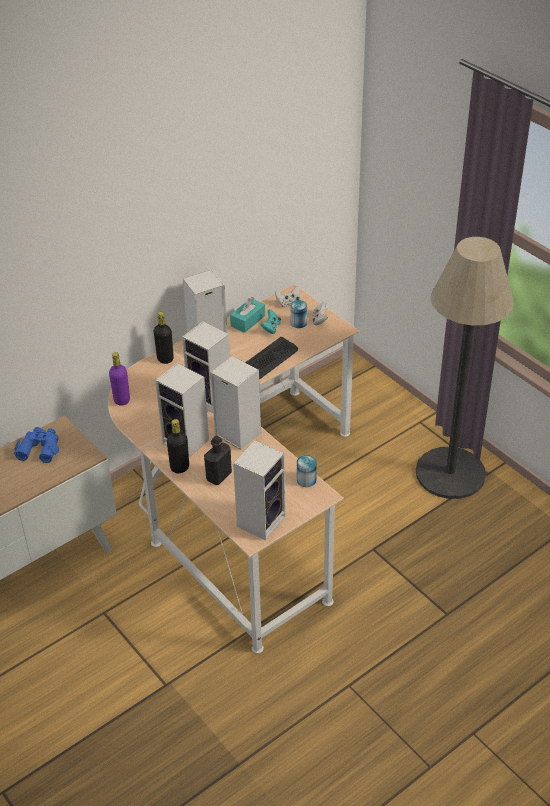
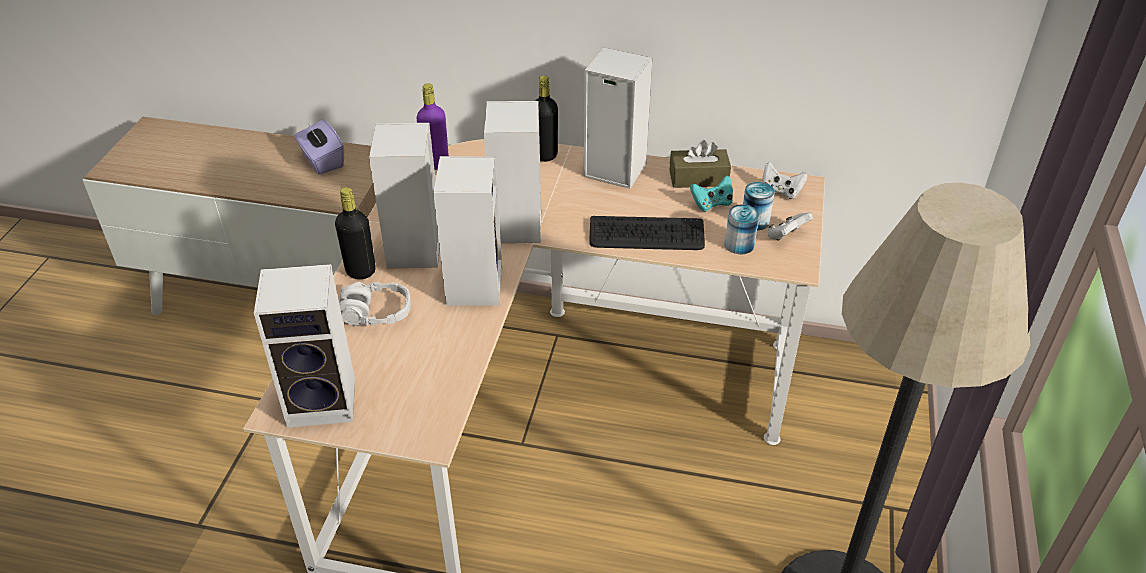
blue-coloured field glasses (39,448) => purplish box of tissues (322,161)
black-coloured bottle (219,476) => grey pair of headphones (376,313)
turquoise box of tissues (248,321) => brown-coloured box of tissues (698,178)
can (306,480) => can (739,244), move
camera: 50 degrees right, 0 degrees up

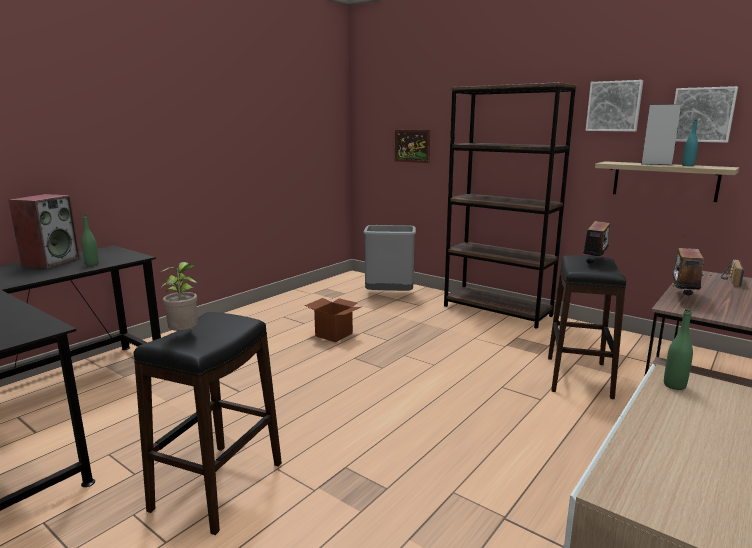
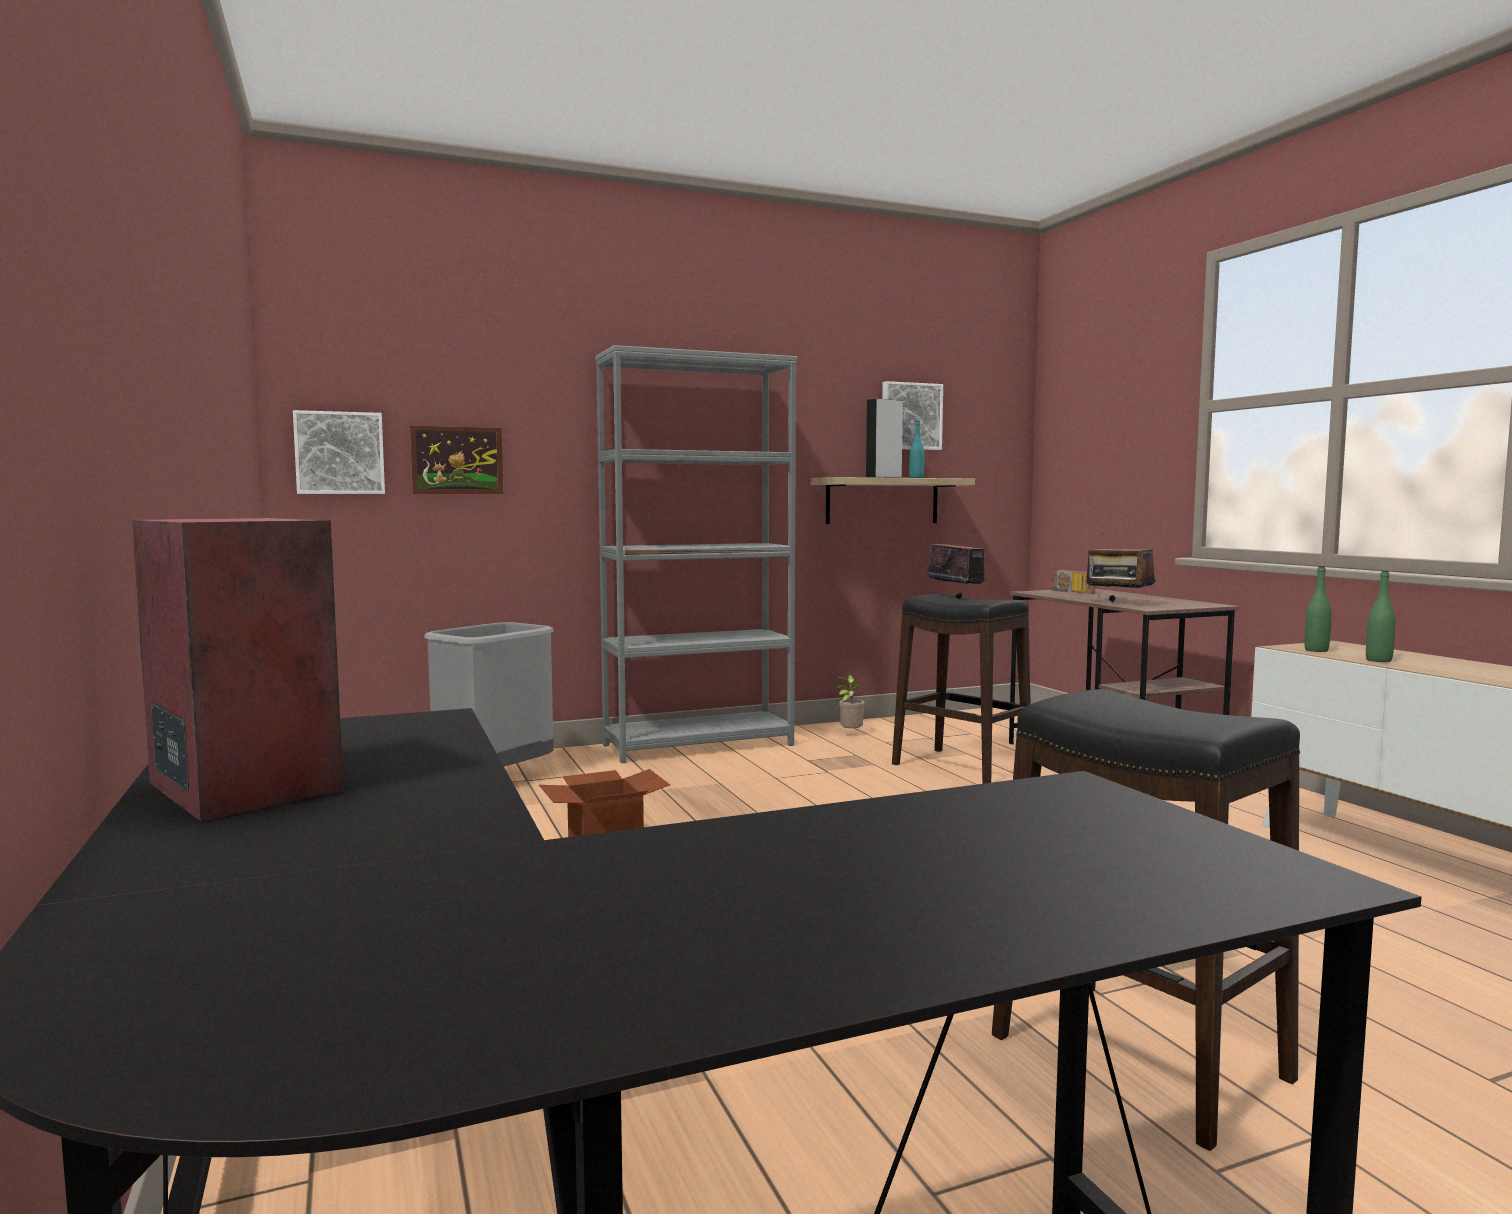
wall art (614,106) => wall art (339,453), move
brown-coloured bookshelf (497,311) => grey bookshelf (699,745)
potted plant (185,335) => potted plant (850,734), move
greenish bottle (92,264) => greenish bottle (1378,660), move
camera: 60 degrees left, 10 degrees down

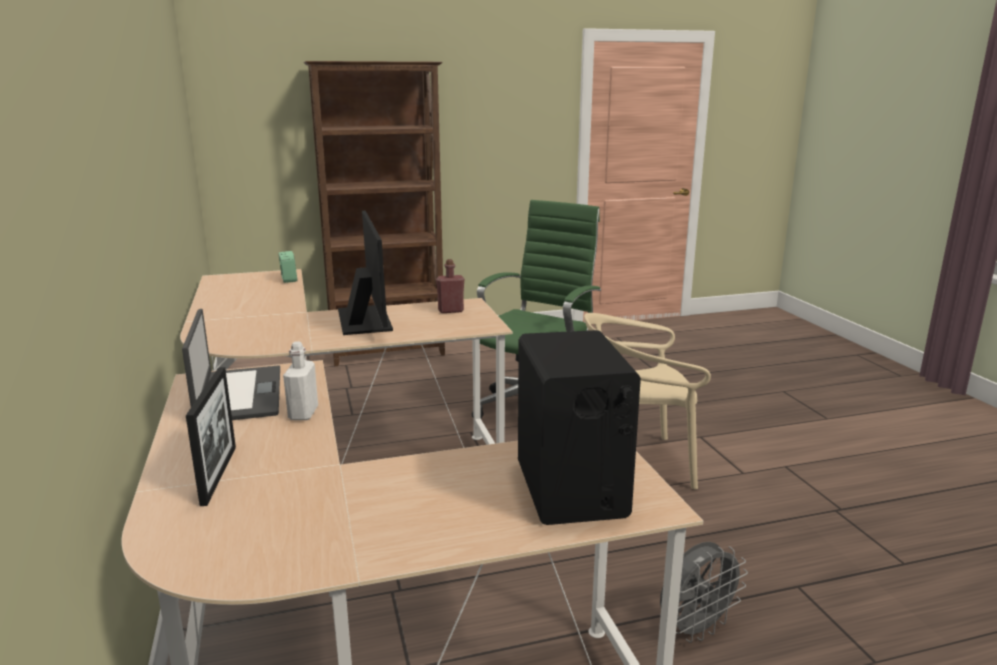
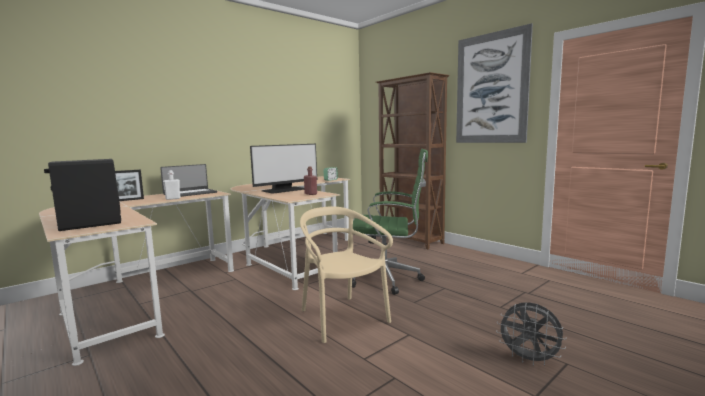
nothing => wall art (491,88)
grey electric fan (695,628) => grey electric fan (529,360), move
camera: 65 degrees right, 10 degrees down

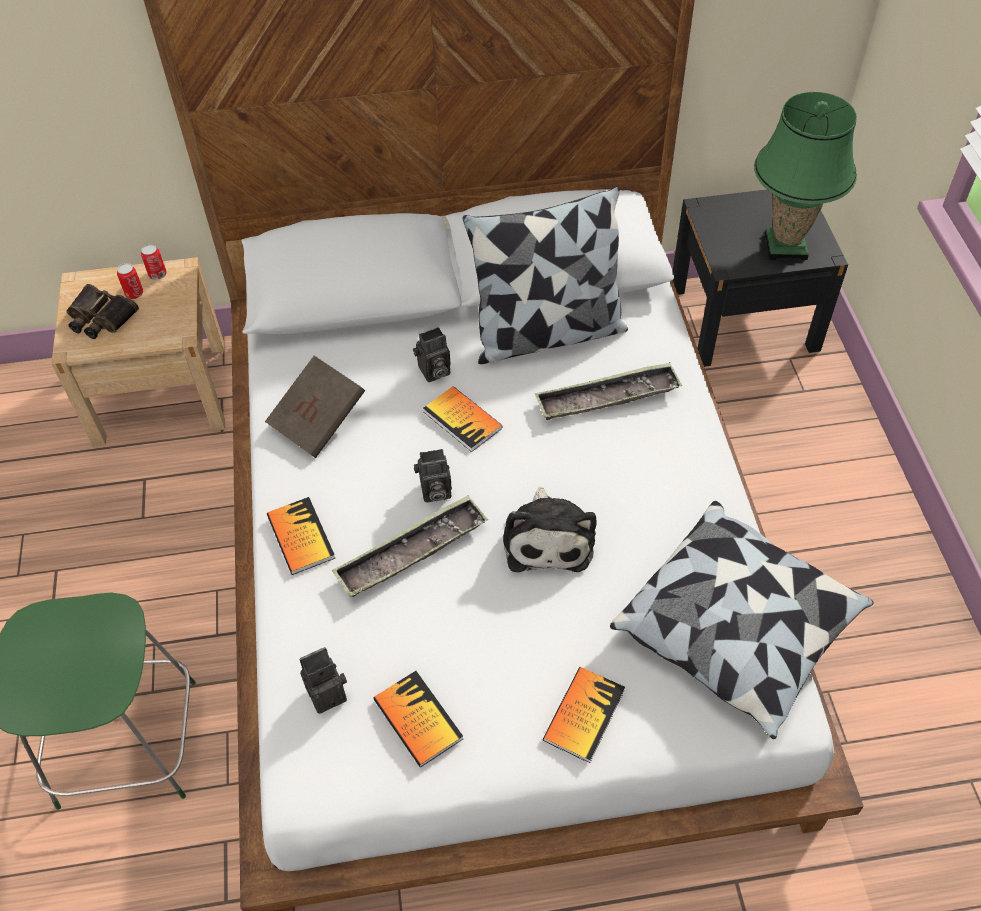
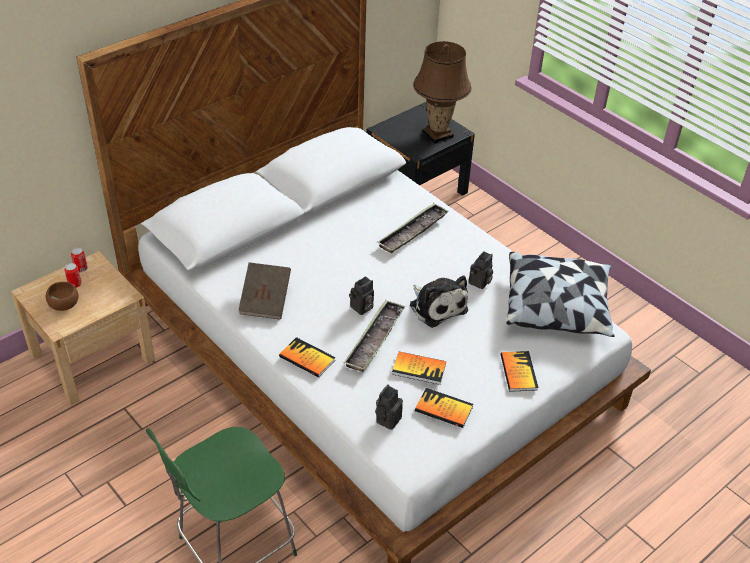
field glasses (100,318) => brown-coloured deep dish (63,305)
book (462,420) => book (419,369), move
greenish table lamp (786,246) => brown-coloured table lamp (438,134)
still camera (433,372) => still camera (480,283), move
pillow (547,333) => nothing
camera: 35 degrees left, 10 degrees down

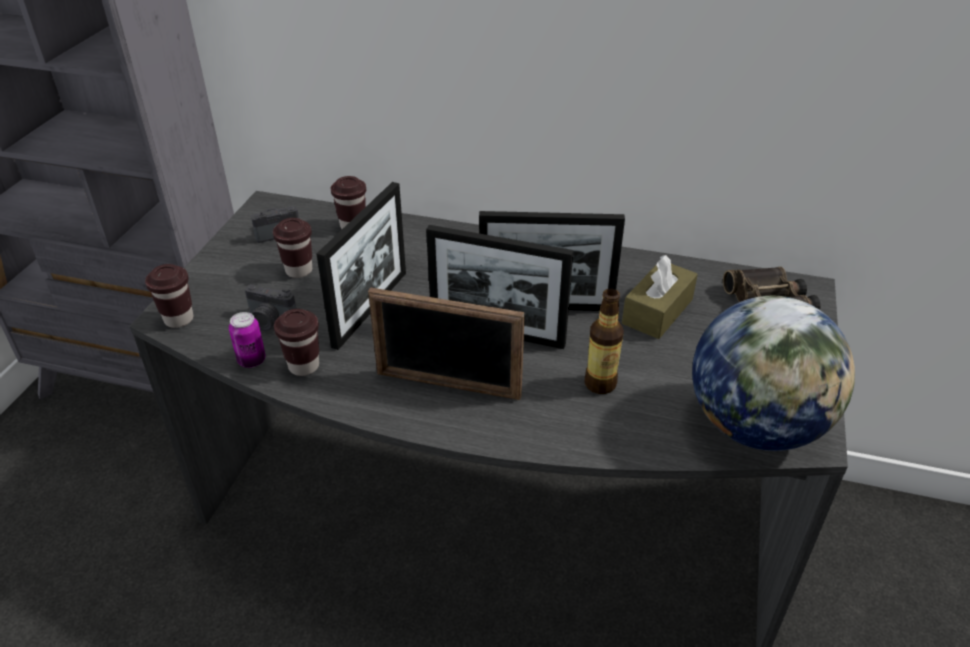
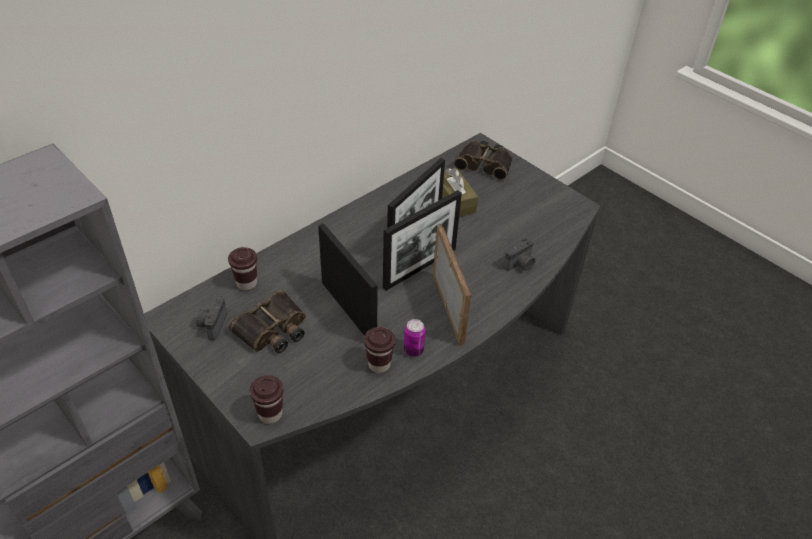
brown-coloured drinking cup (299,270) => field glasses (273,330)
can (252,360) => can (413,350), move
picture frame (448,385) => picture frame (448,308), 60 degrees counterclockwise
still camera (270,321) => still camera (520,264), move
bottle (600,384) => nothing
world globe (755,426) => nothing
camera: 60 degrees left, 5 degrees up

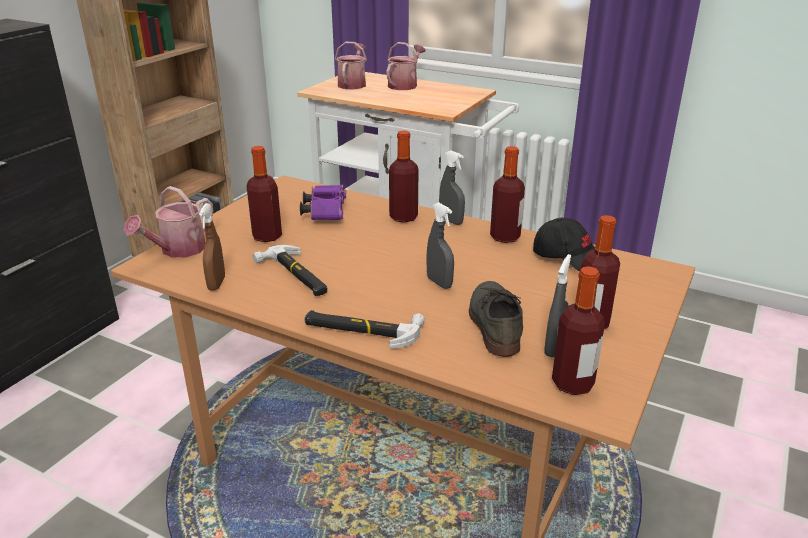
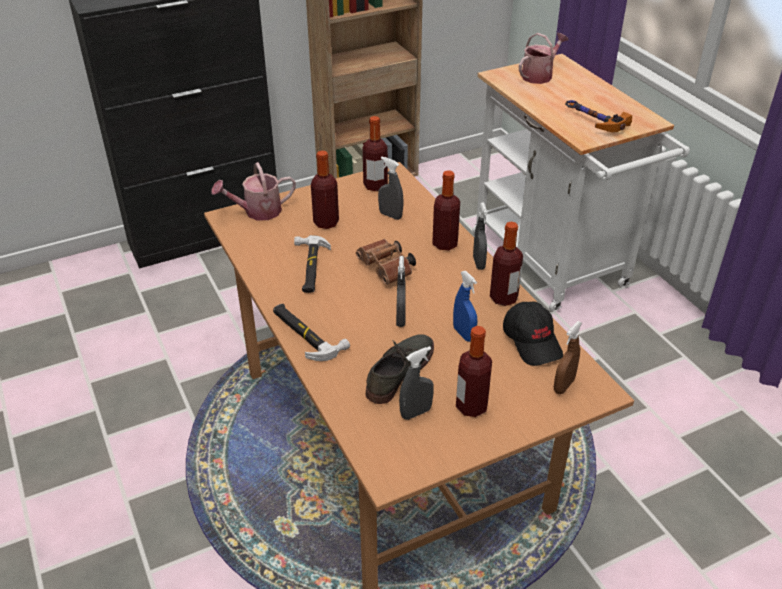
nothing => brown-coloured field glasses (387,270)
bottle (572,383) => bottle (375,186), move
purplish field glasses (326,213) => grey sprayer (390,215)
nothing => blue-coloured sprayer (464,334)
brown-coloured sprayer (216,284) => brown-coloured sprayer (563,386), move
nothing => hand hammer (591,122)
watering can (404,85) => nothing
camera: 35 degrees right, 10 degrees up

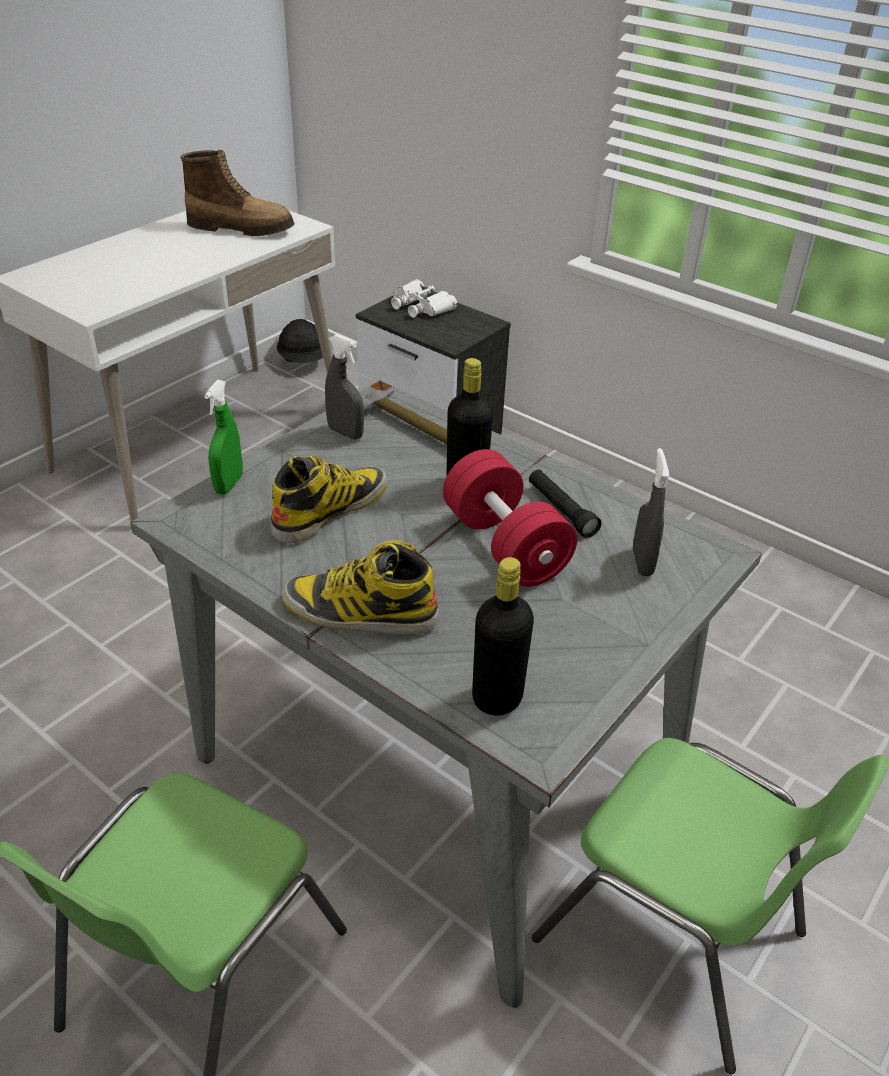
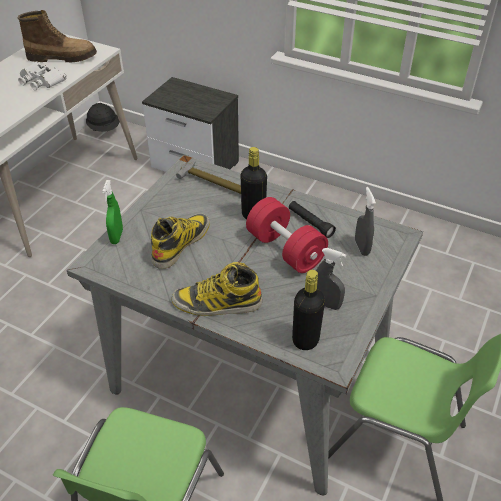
white-coloured field glasses (421,306) => white-coloured field glasses (41,81), move
grey sprayer (345,433) => grey sprayer (326,304), move
camera: 10 degrees left, 5 degrees up

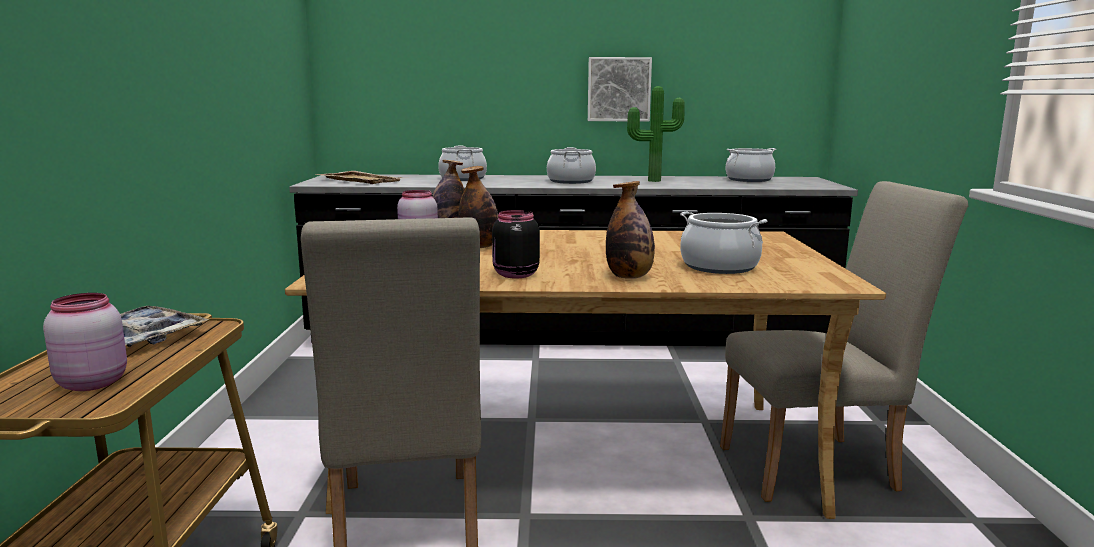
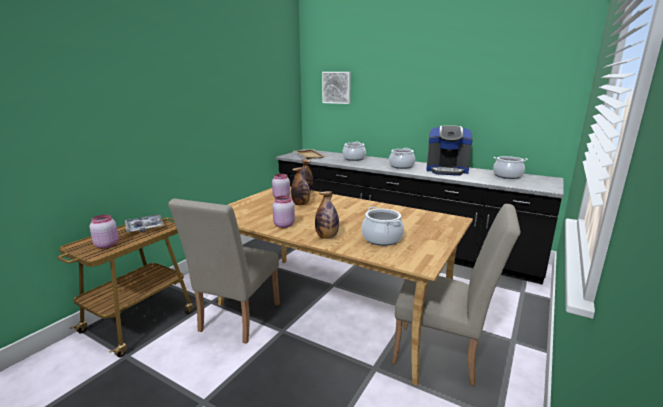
black-coloured preserve jar (514,275) => pink-coloured preserve jar (283,225)
wall art (619,89) => wall art (337,87), move
potted plant (653,180) => coffee machine (447,170)
camera: 30 degrees right, 5 degrees up

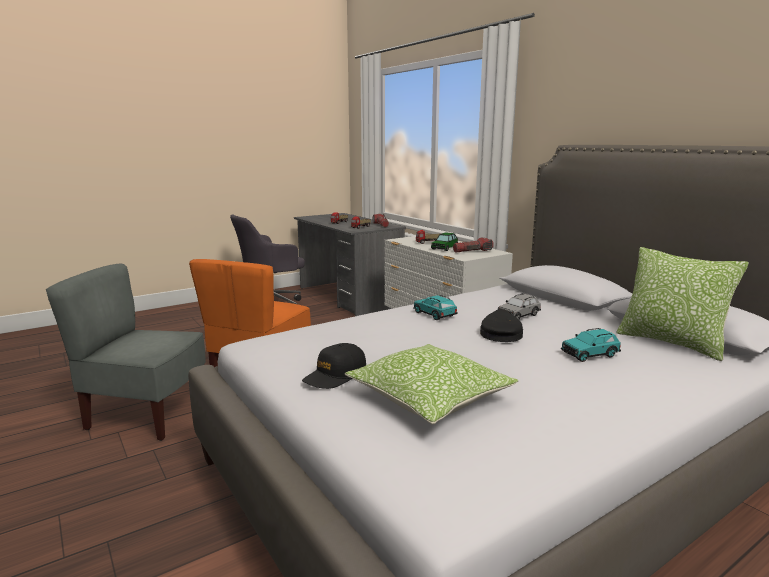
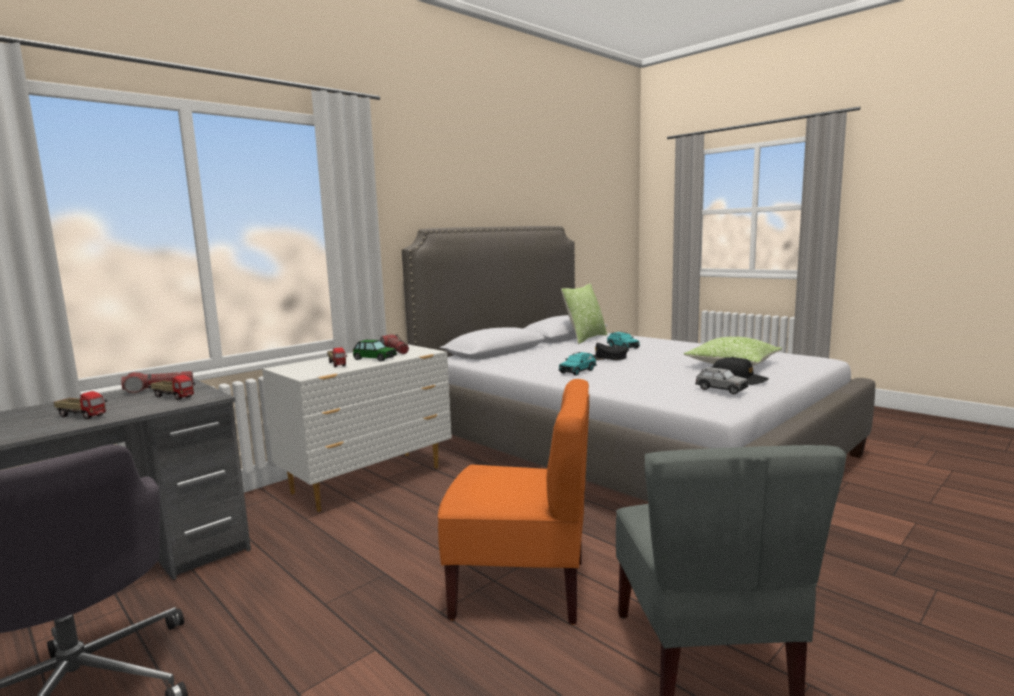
grey miniature car (518,315) => grey miniature car (721,389), move
camera: 100 degrees left, 5 degrees down

